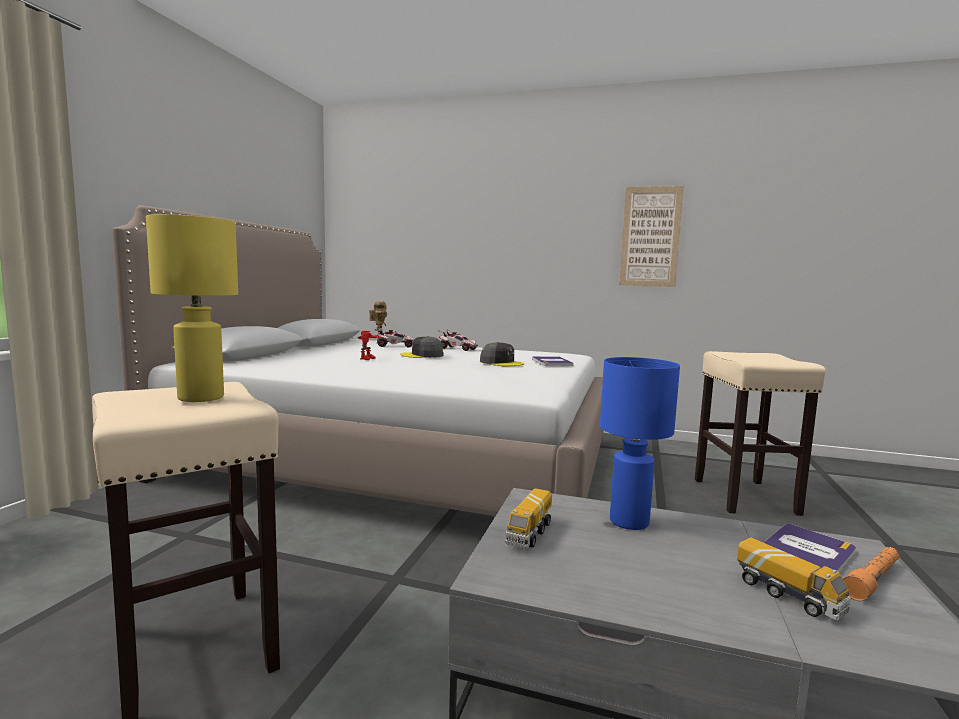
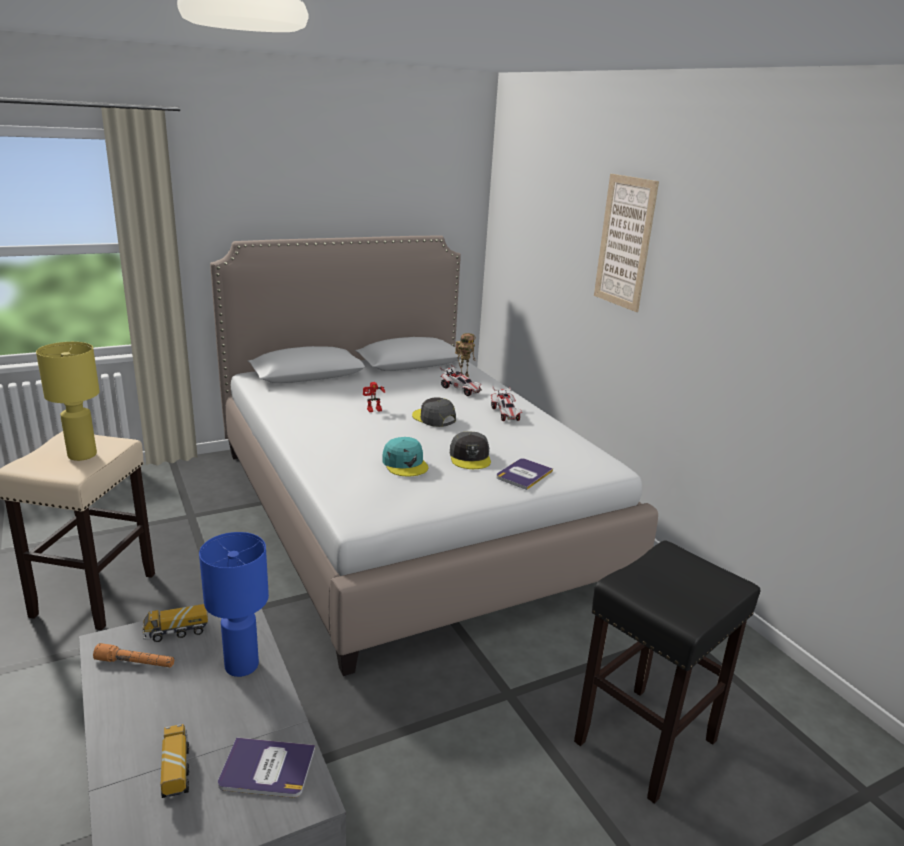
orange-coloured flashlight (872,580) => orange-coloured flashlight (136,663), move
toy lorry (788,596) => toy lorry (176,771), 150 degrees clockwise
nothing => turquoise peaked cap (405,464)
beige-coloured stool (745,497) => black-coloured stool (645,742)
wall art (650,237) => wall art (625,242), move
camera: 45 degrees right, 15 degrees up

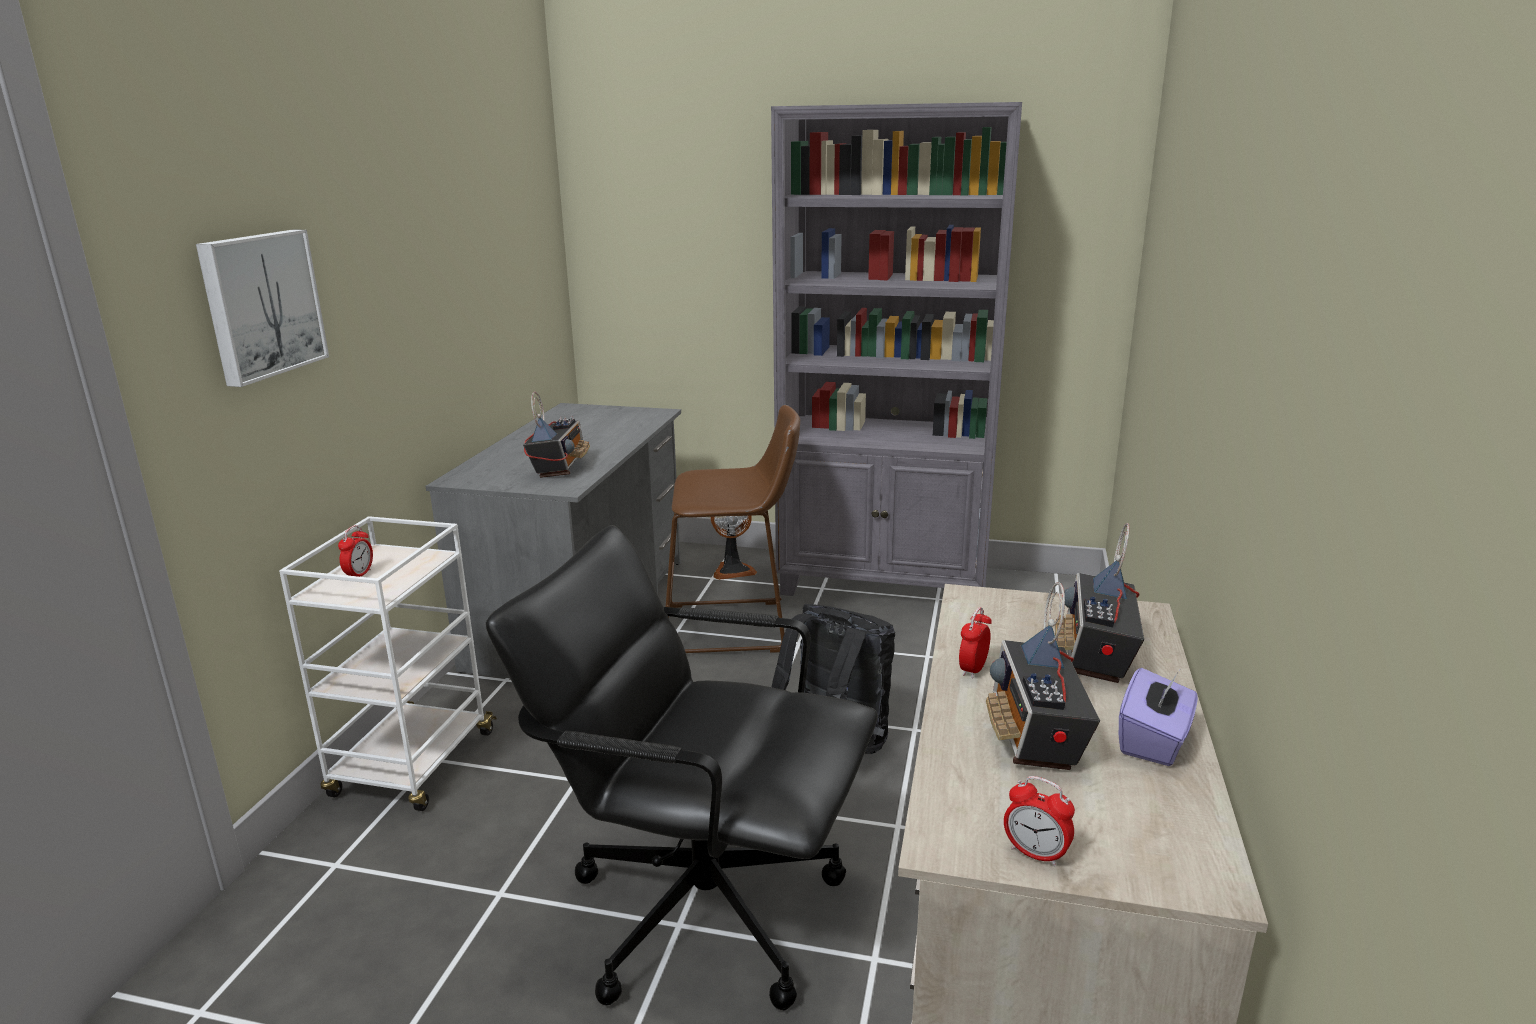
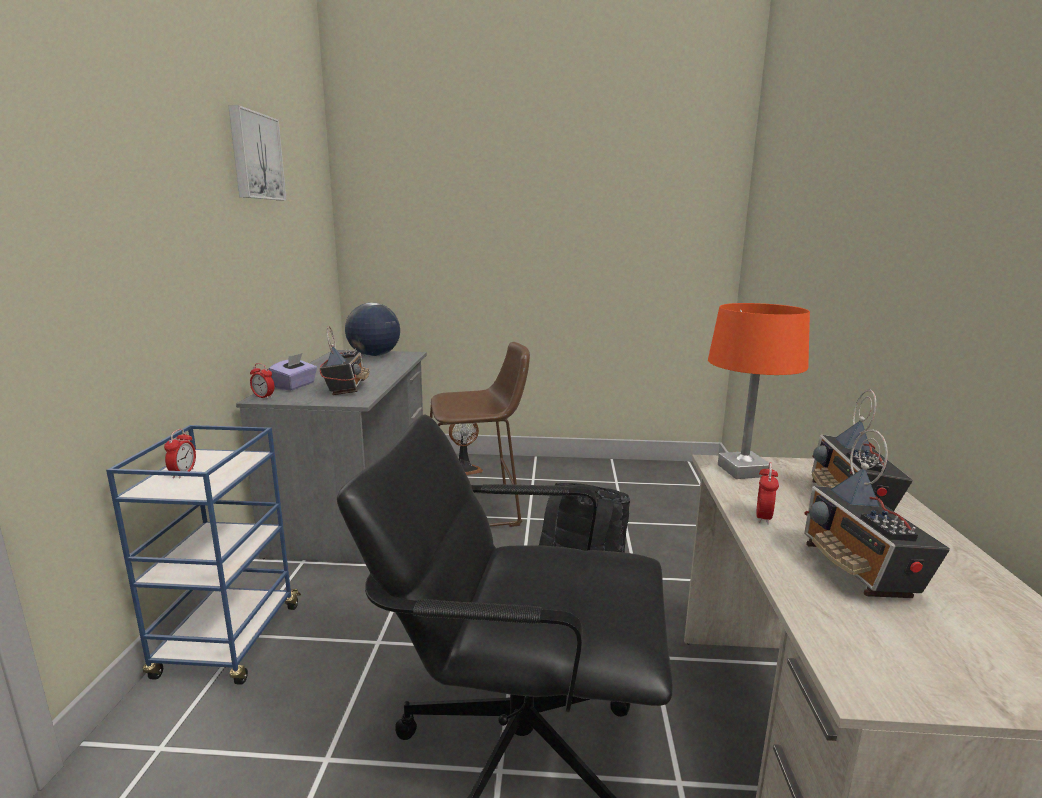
white-coloured trolley (412,766) => blue-coloured trolley (229,642)
wall art (260,305) => wall art (255,156), move
table clock (1035,854) => table clock (263,397), move
purplish box of tissues (1154,741) => purplish box of tissues (295,386), move
nothing => world globe (374,356)
nothing => orange-coloured table lamp (742,470)
grey bookshelf (885,584) => nothing
camera: 10 degrees left, 5 degrees down

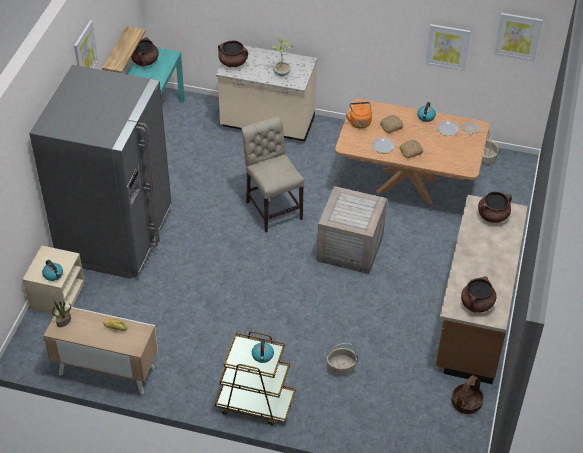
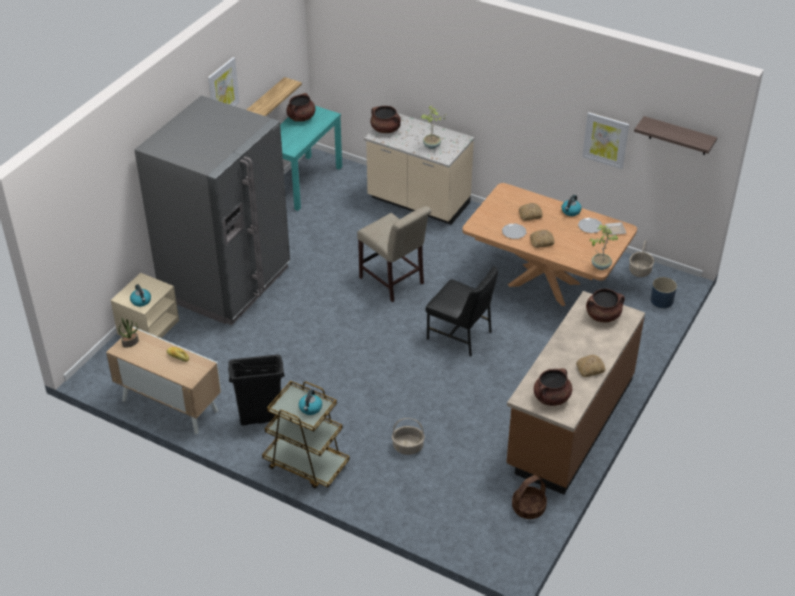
nothing => black-coloured rubbish bin (261,417)
beige-coloured chair (272,208) => beige-coloured chair (393,282), 150 degrees clockwise
crate (350,249) => black-coloured chair (460,335)
nothing => bakery bread (590,369)
nothing => potted plant (600,266)
wall art (518,36) => wall shelf (678,136)
nothing => blue-coloured planter (661,301)
orange-coloured tea kettle (359,122) => nothing
camera: 15 degrees right, 5 degrees down

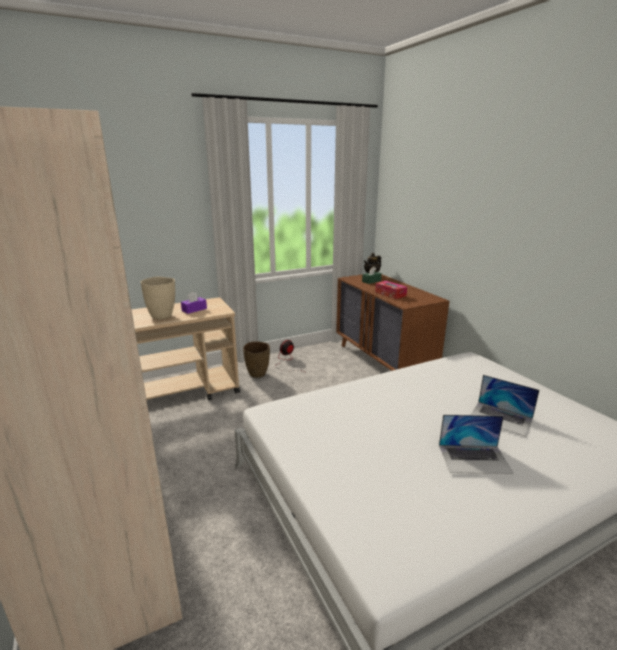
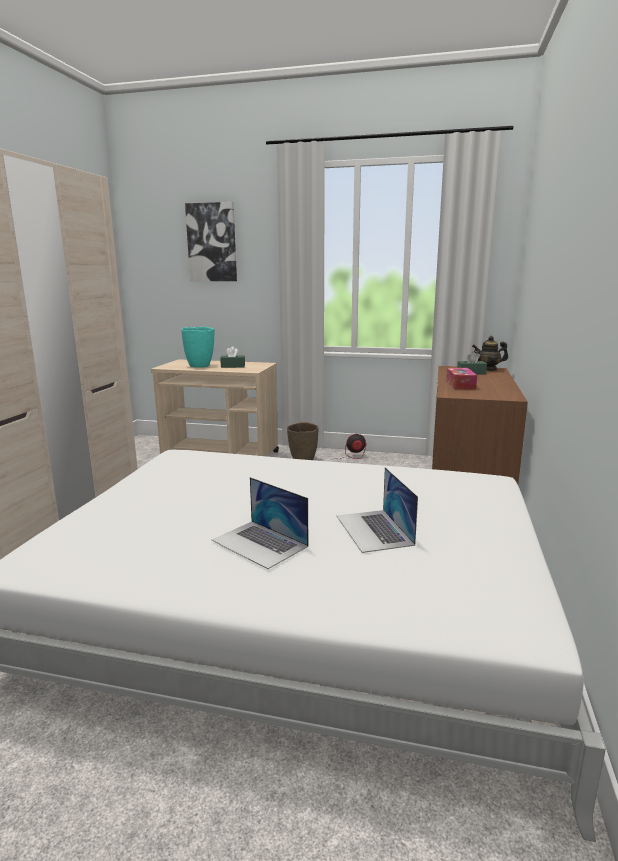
beige-coloured decorative vase (162,316) => turquoise decorative vase (200,366)
nothing => wall art (212,242)
purplish box of tissues (194,309) => greenish box of tissues (233,366)
camera: 40 degrees right, 5 degrees down

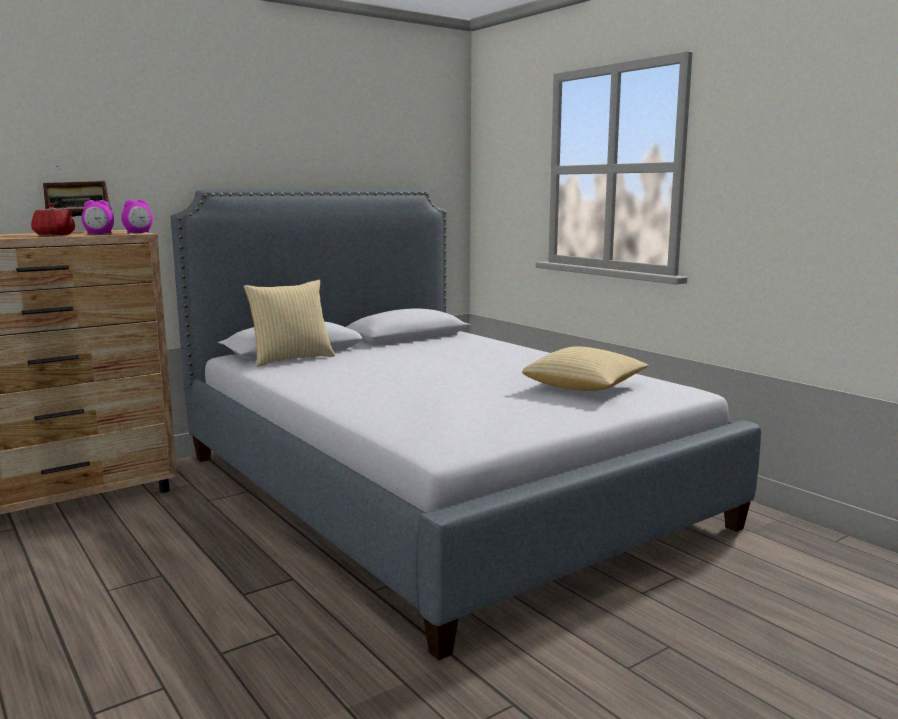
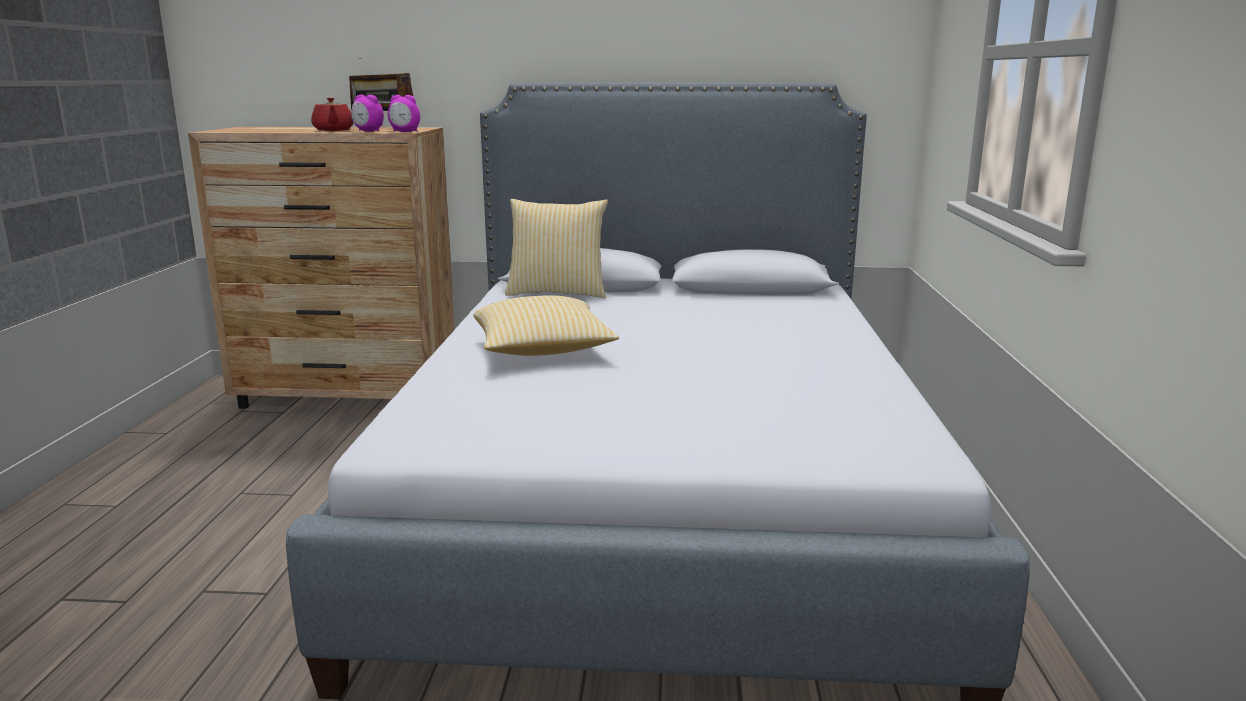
pillow (585,388) => pillow (542,351), move
camera: 40 degrees right, 5 degrees up

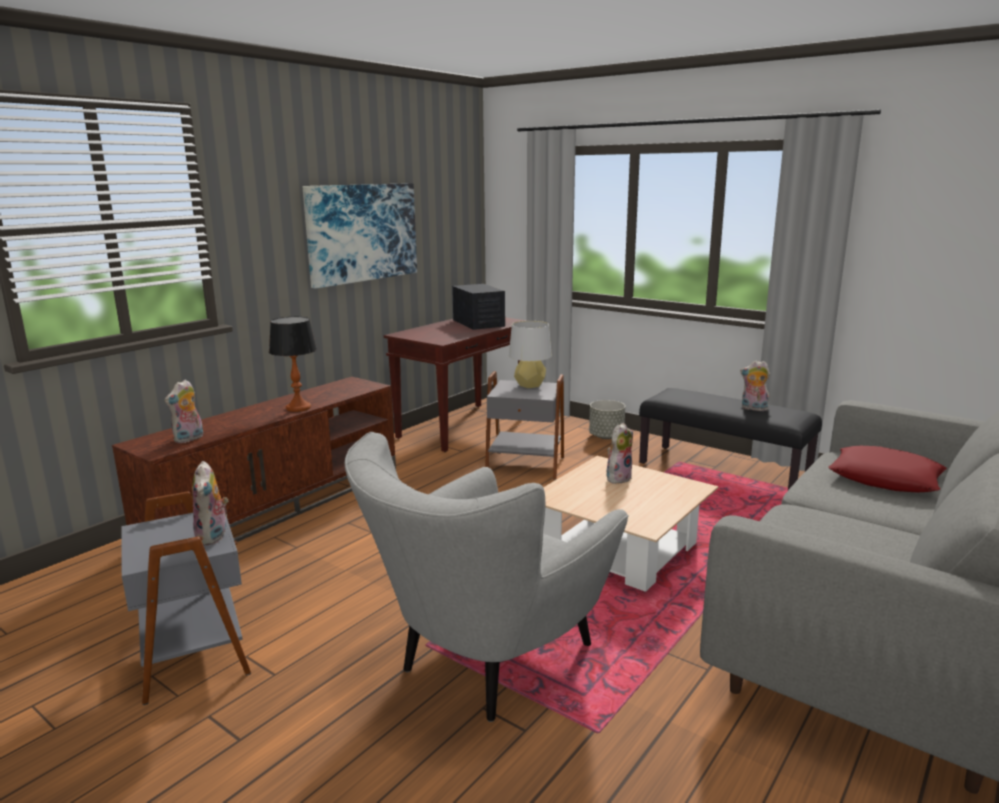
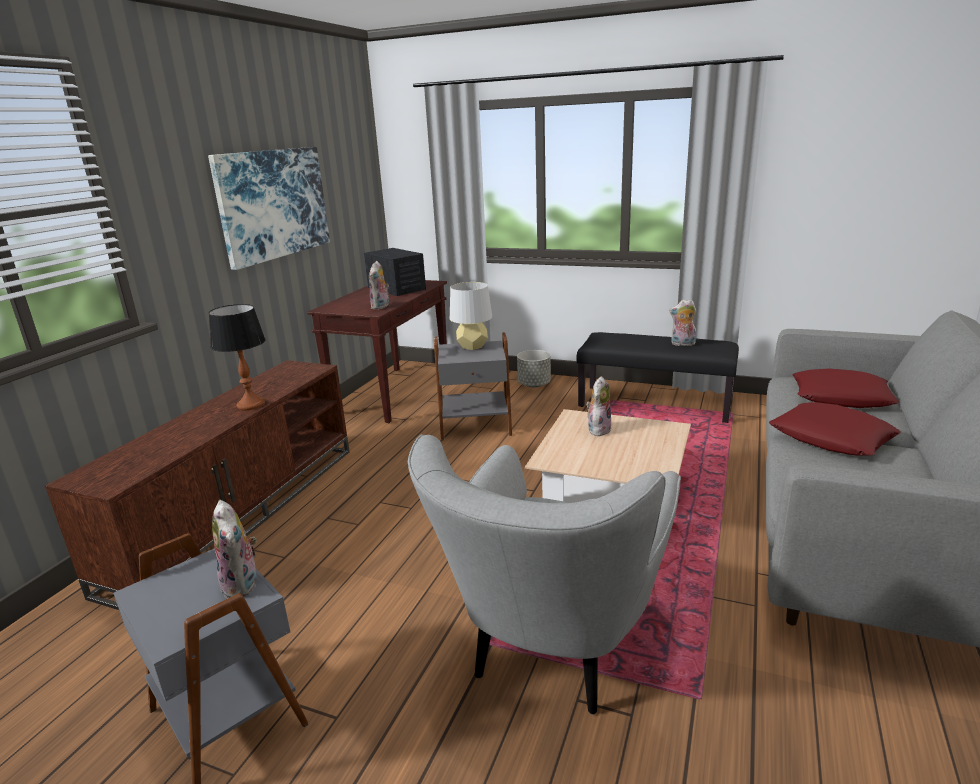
cuddly toy (189,439) => cuddly toy (381,307), move
nothing => red-coloured pillow (831,438)
camera: 15 degrees left, 5 degrees up

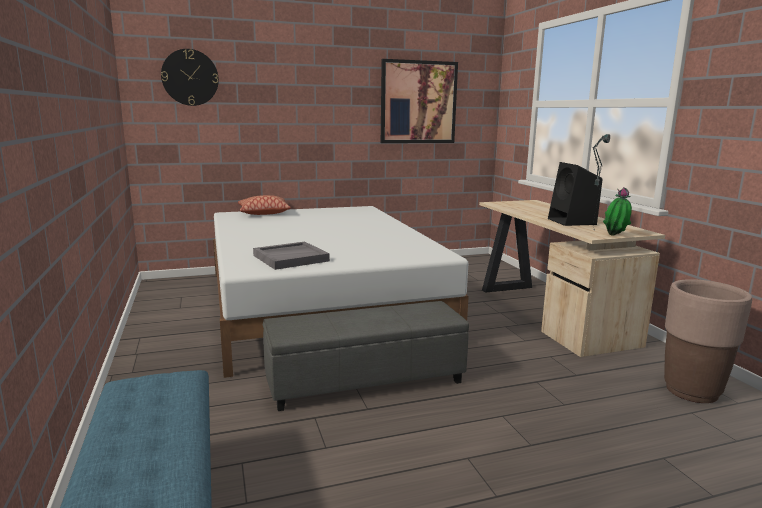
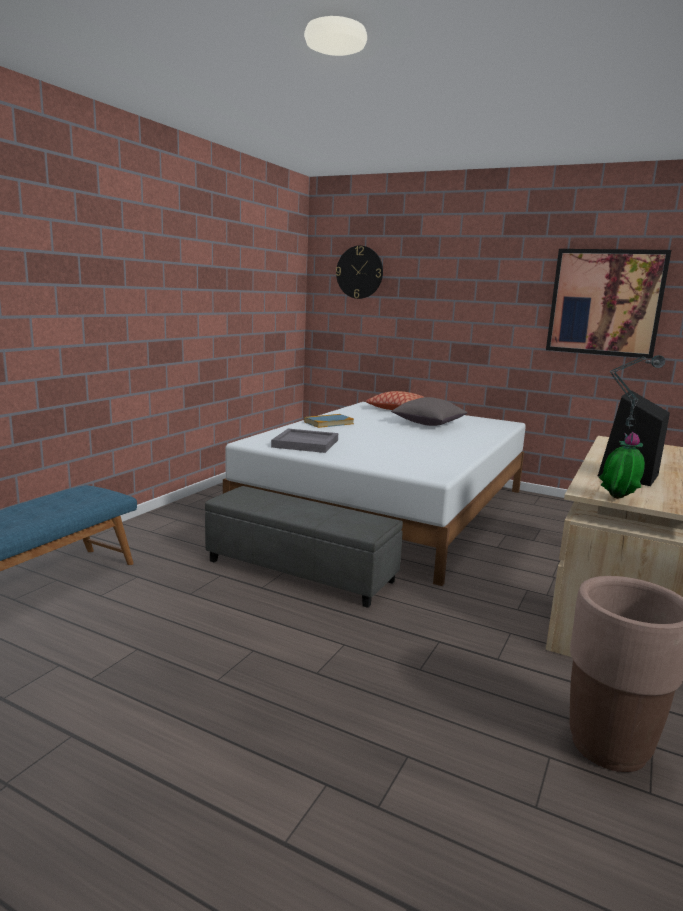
nothing => book (328,423)
nothing => grey pillow (428,424)
camera: 45 degrees right, 0 degrees up

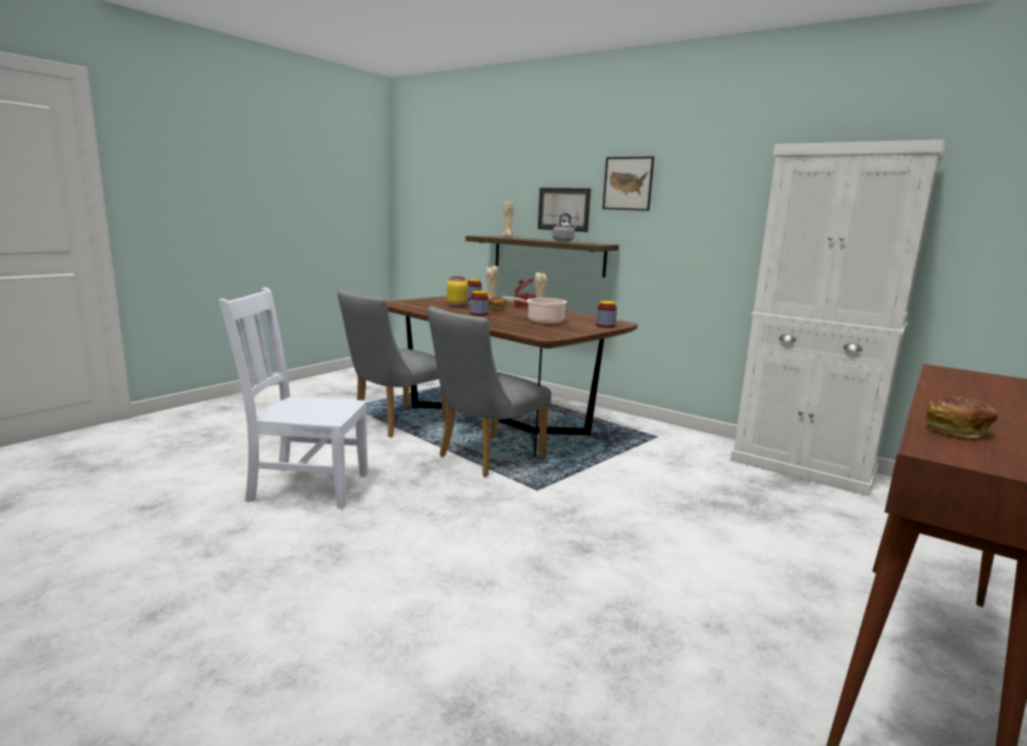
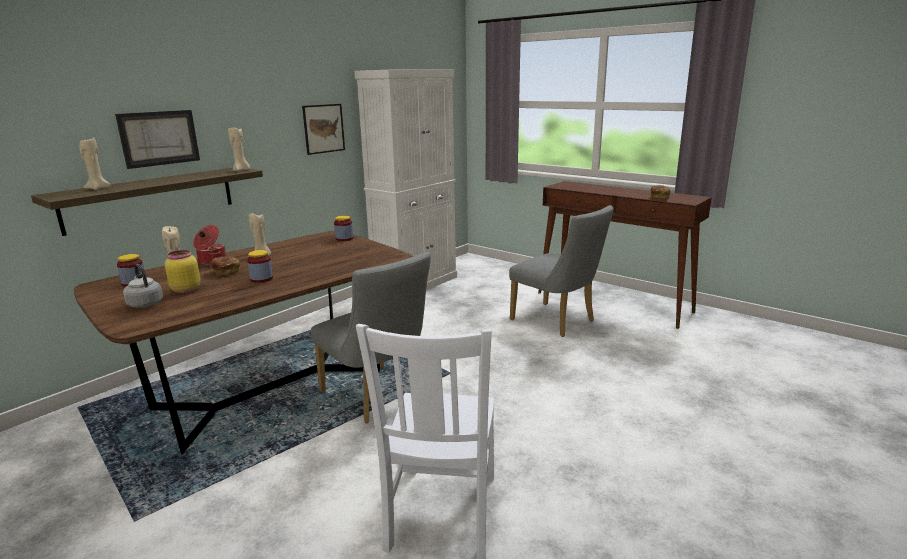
grey tea kettle (563,241) => grey tea kettle (145,304), move
nothing => beige-coloured wax candle (241,170)
wall art (628,183) => wall art (323,128), move
grey chair (394,423) => grey chair (557,321), move
cooking pot (542,321) => nothing
camera: 85 degrees left, 5 degrees up

